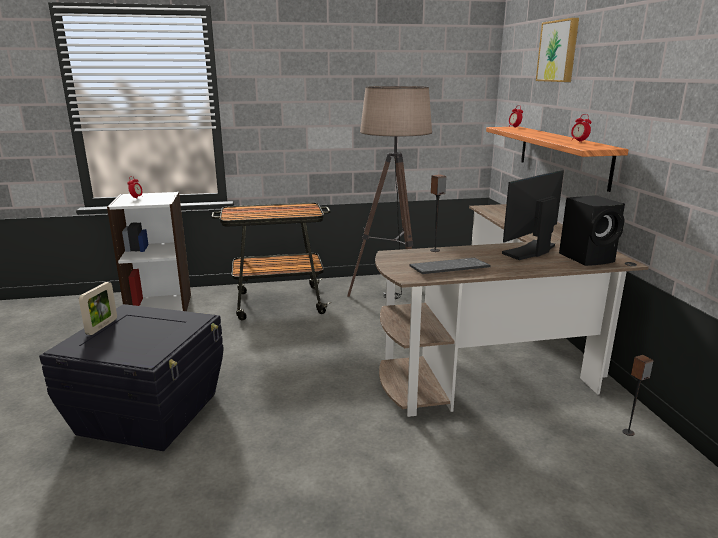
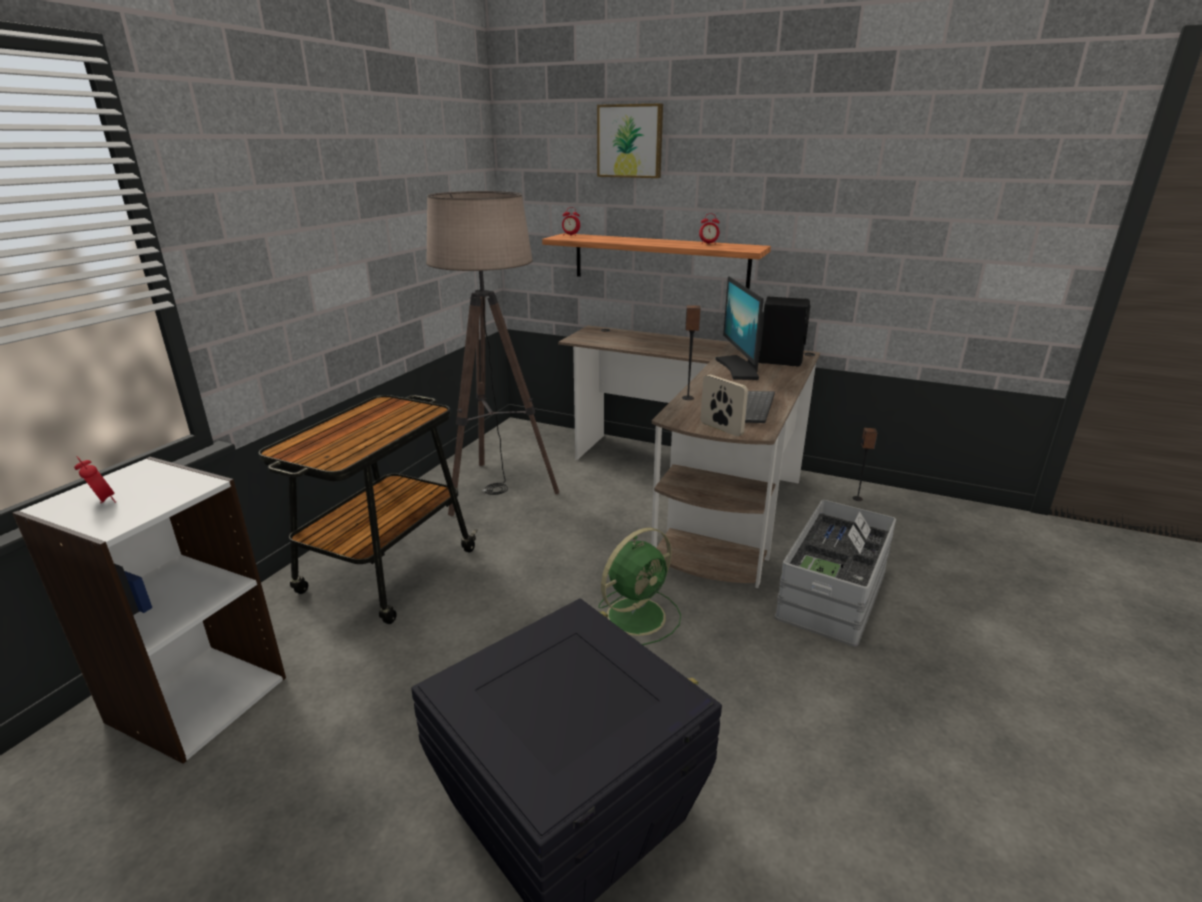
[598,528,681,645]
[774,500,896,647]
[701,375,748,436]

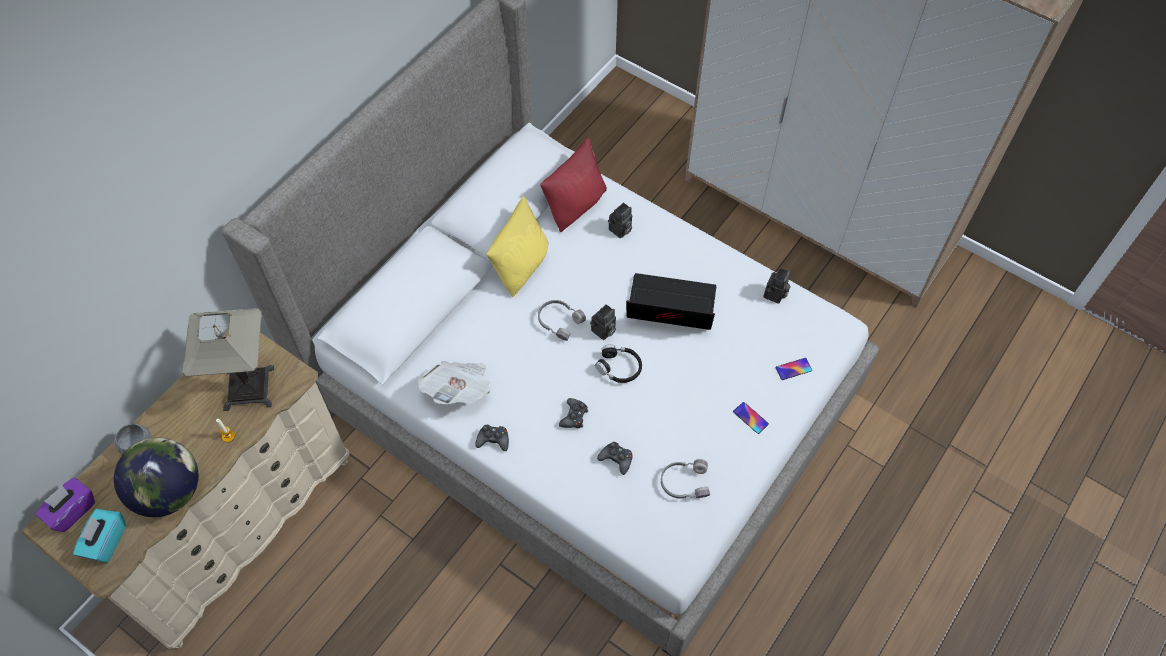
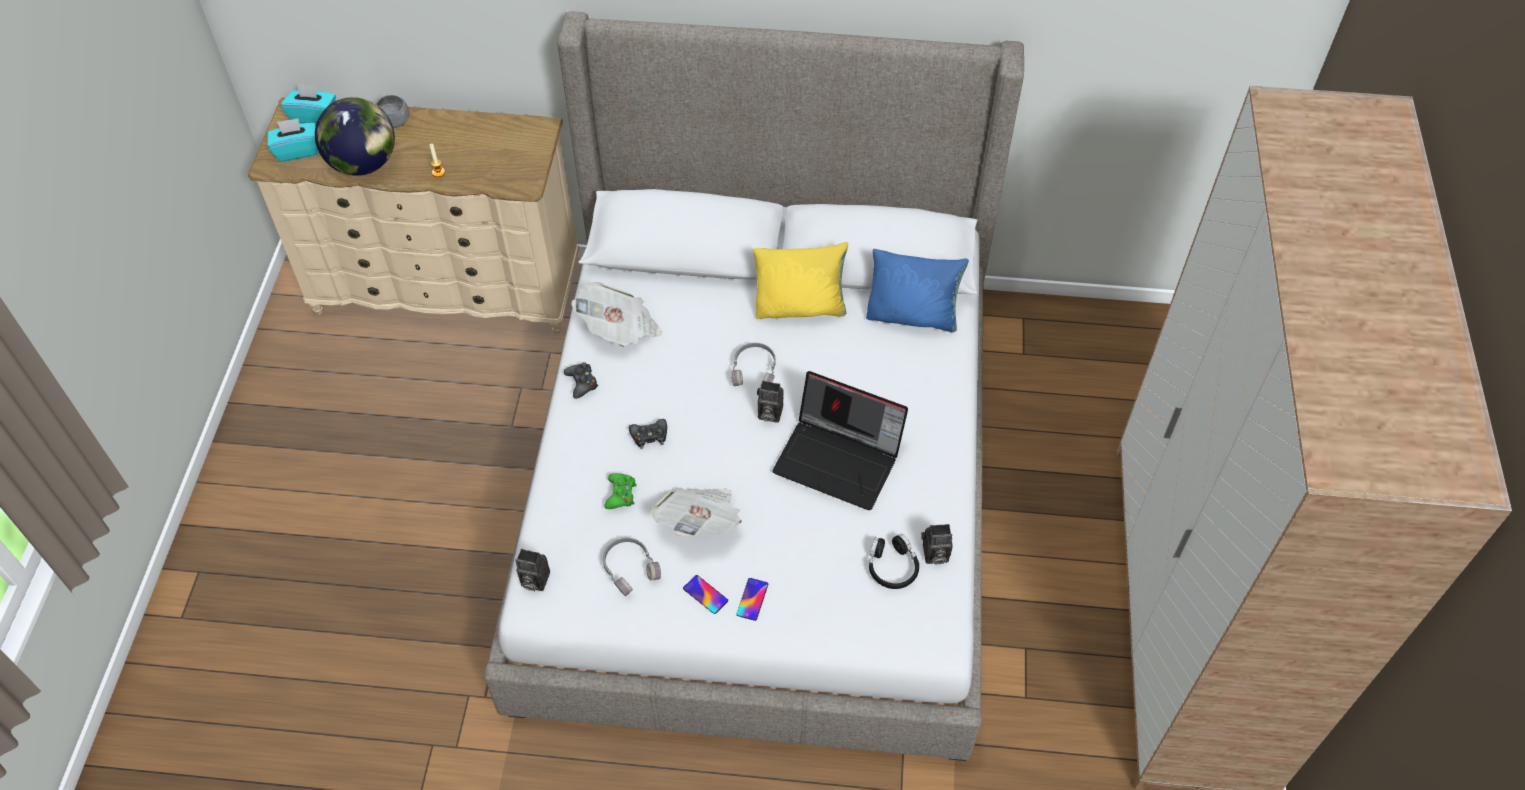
[183,308,274,411] (first image)
[651,487,741,537]
[869,534,919,589]
[515,549,550,591]
[683,575,728,614]
[281,84,336,124]
[866,249,969,333]
[604,473,637,509]
[772,371,908,510]

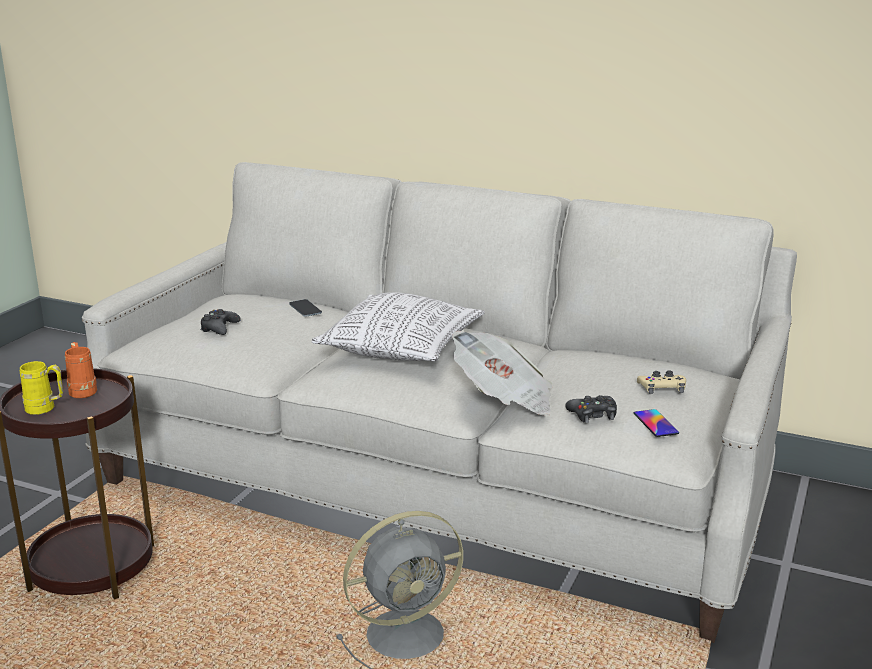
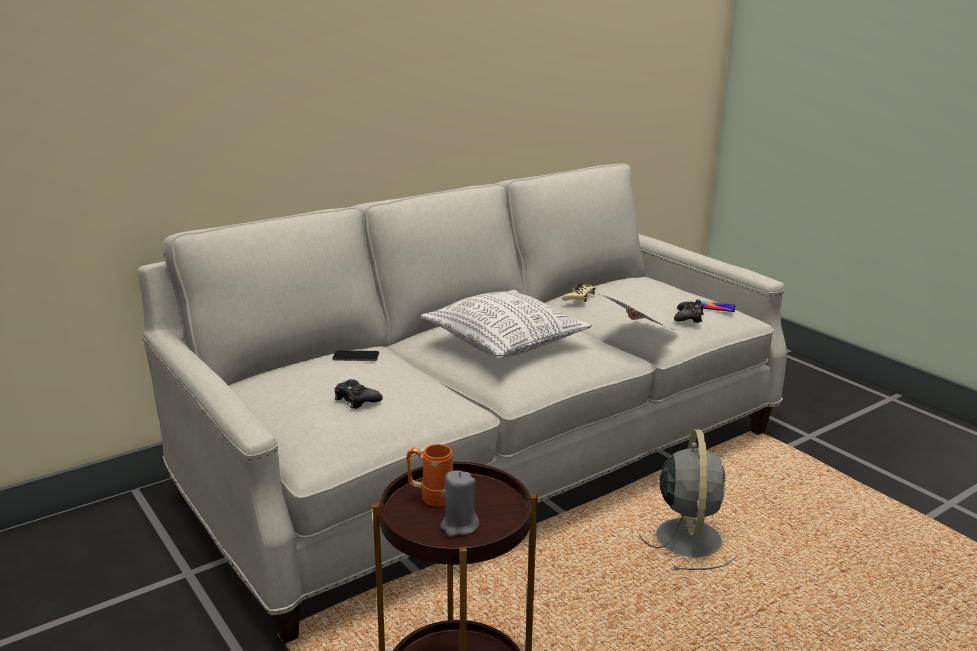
[562,283,595,302]
[440,470,479,537]

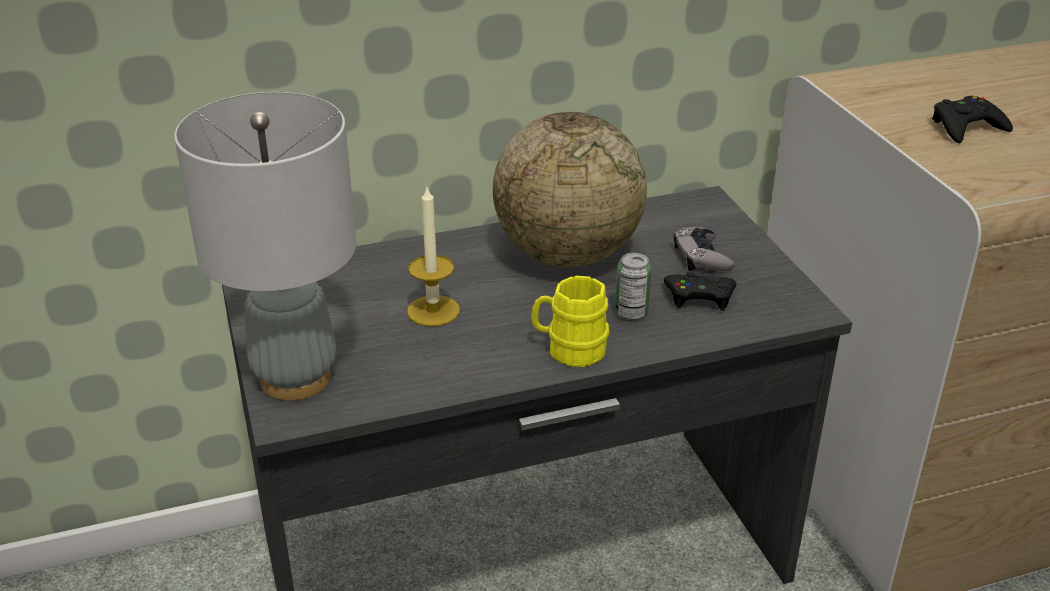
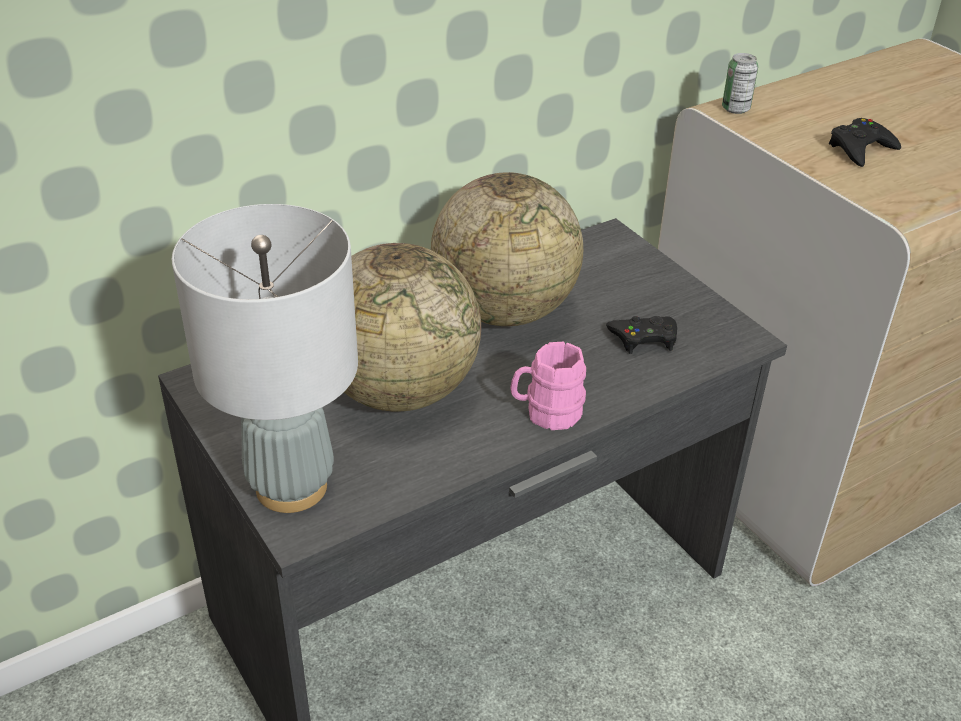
[674,227,735,271] (first image)
[722,53,758,114]
[344,243,481,412]
[510,342,586,430]

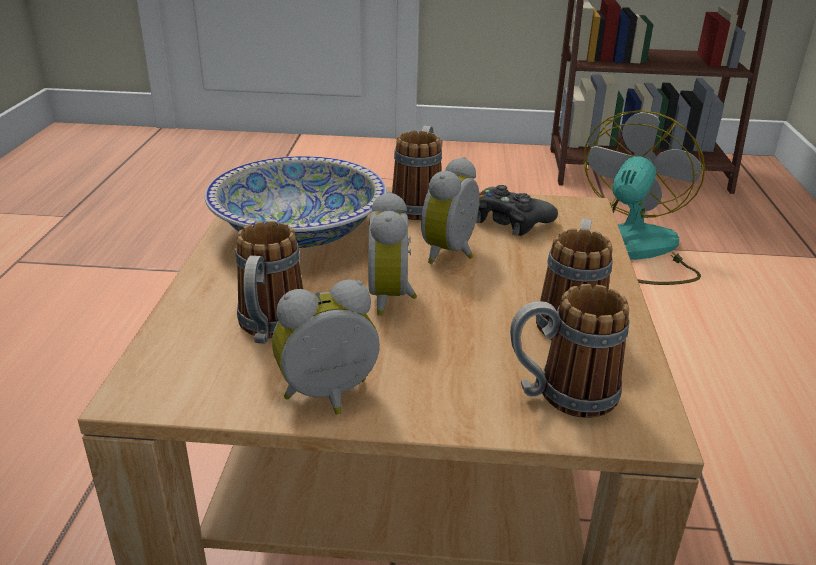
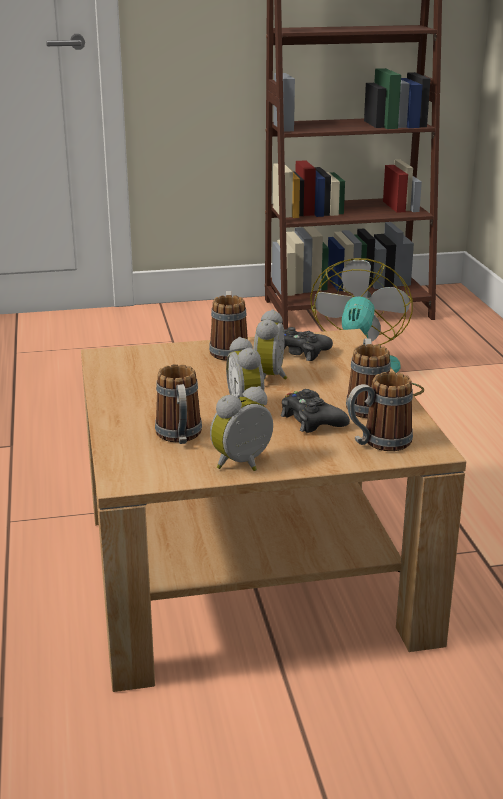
[205,156,387,248] (first image)
[281,389,350,433]

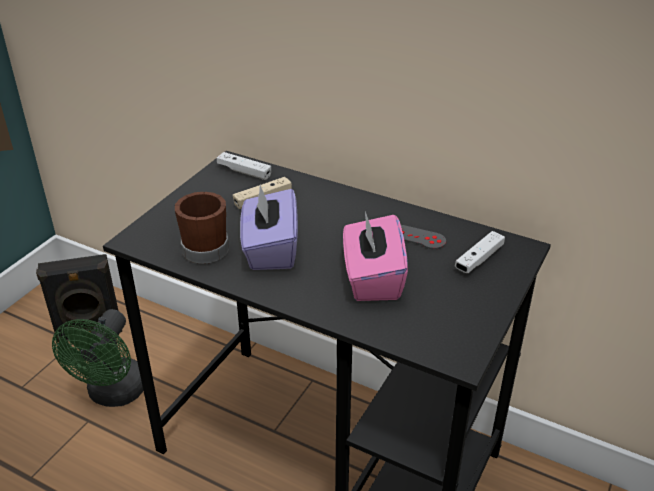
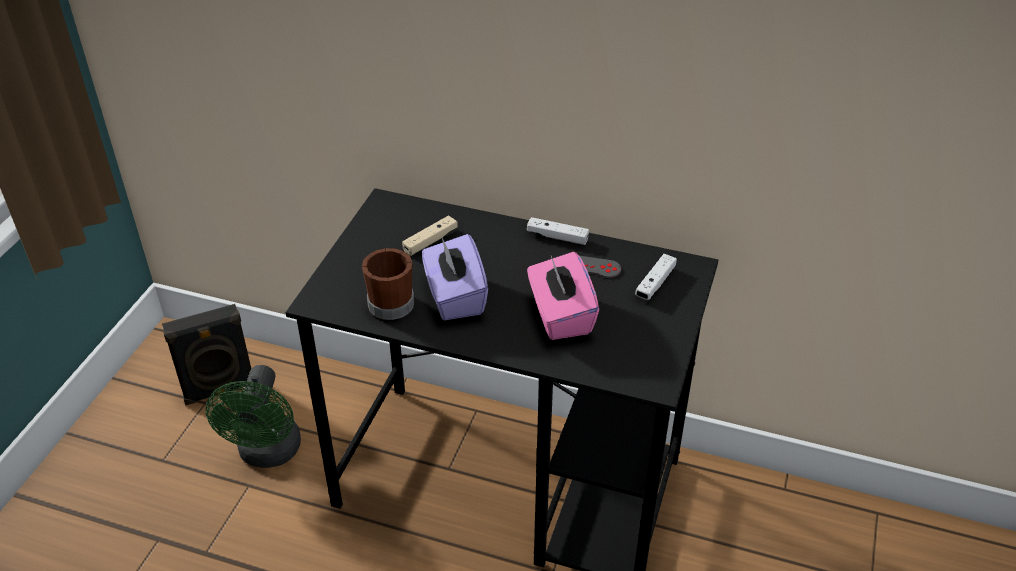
[527,217,589,245]

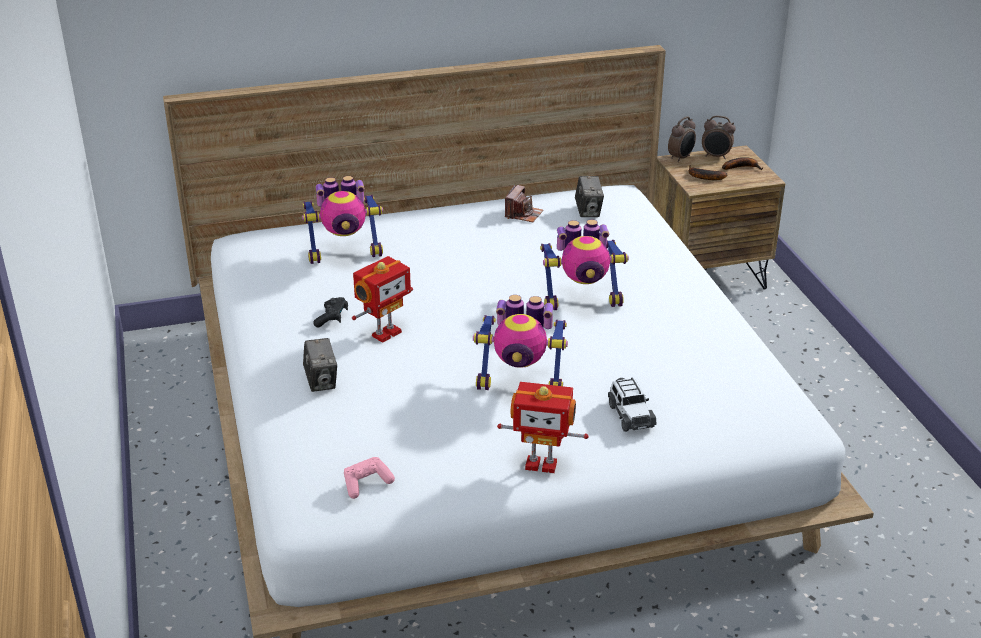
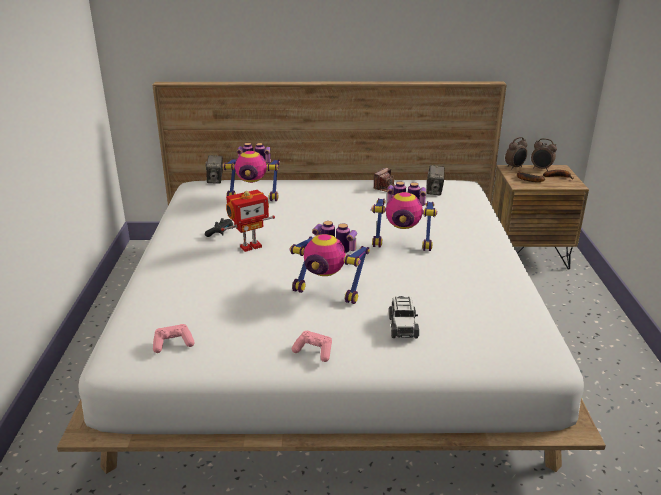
[205,155,223,184]
[292,331,332,362]

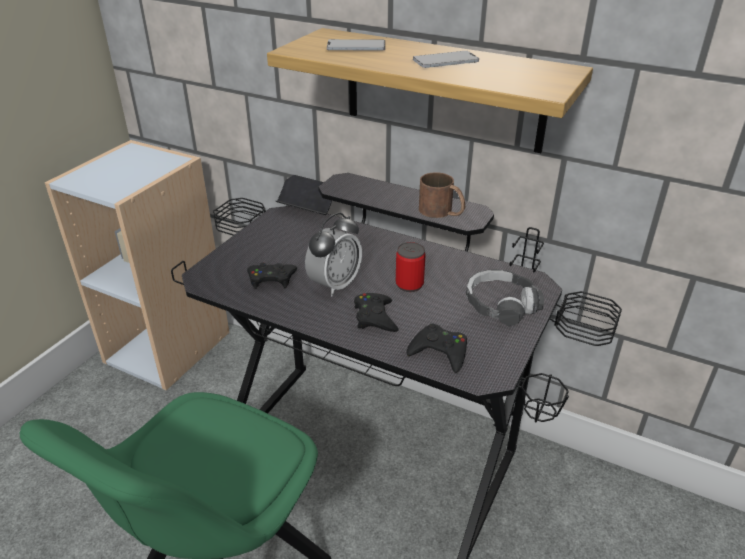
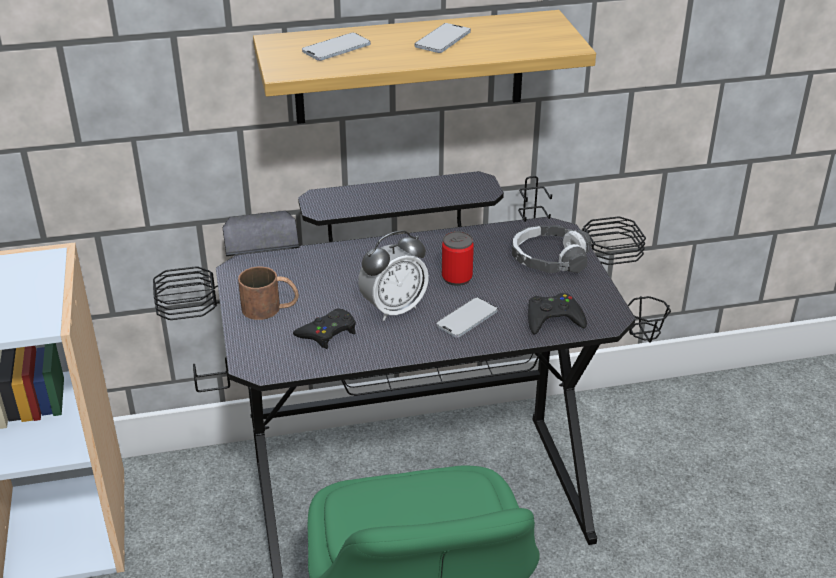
[238,267,299,320]
[436,297,498,338]
[358,231,429,321]

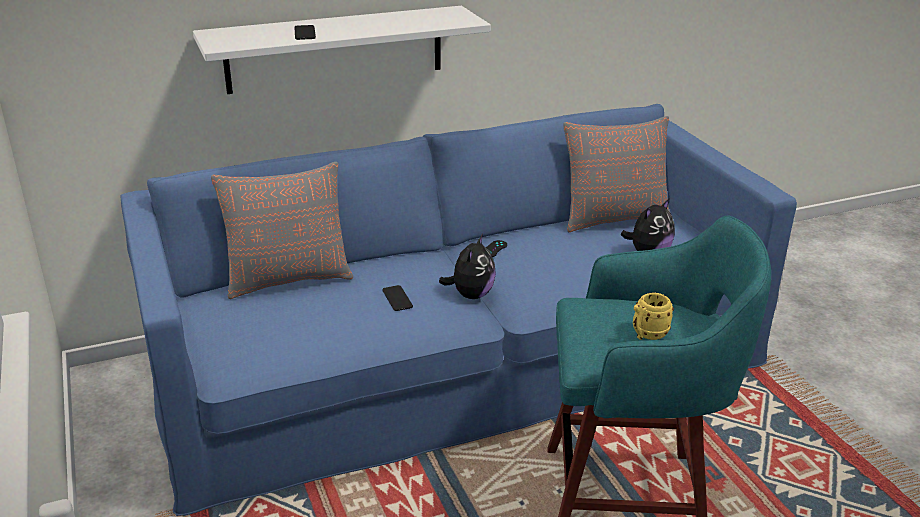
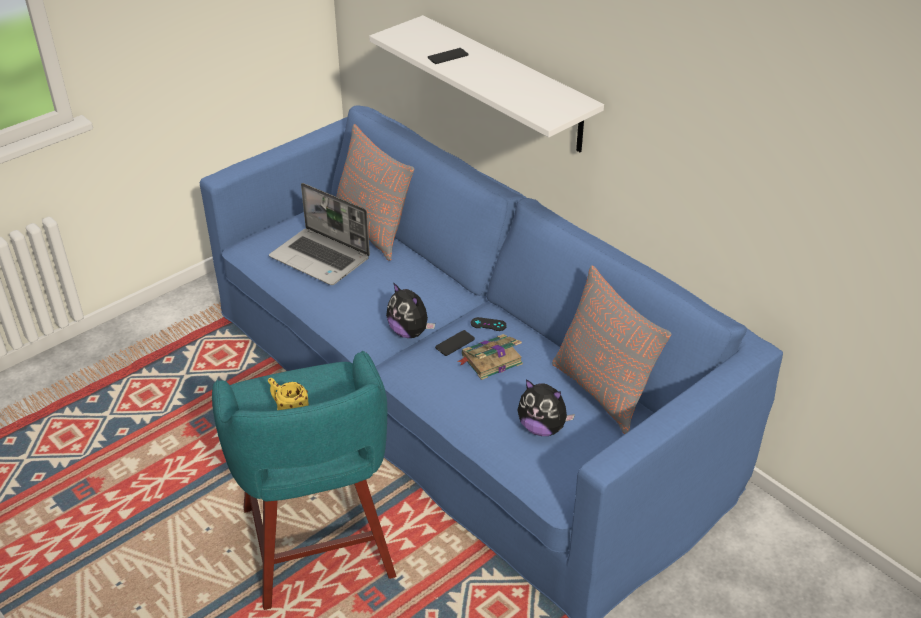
[269,183,370,285]
[457,334,523,380]
[435,330,475,356]
[386,282,435,338]

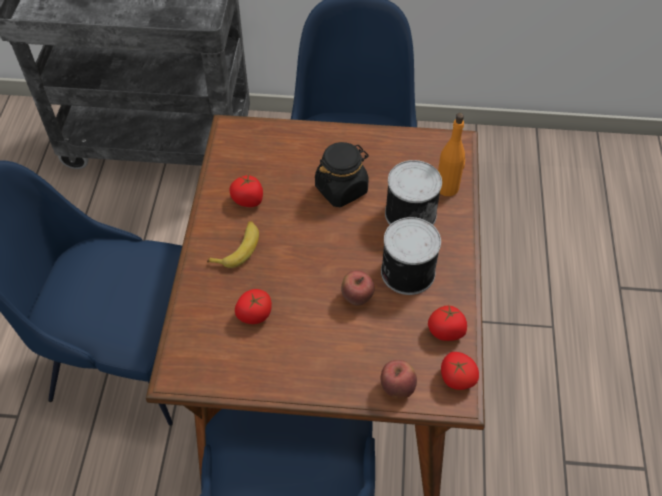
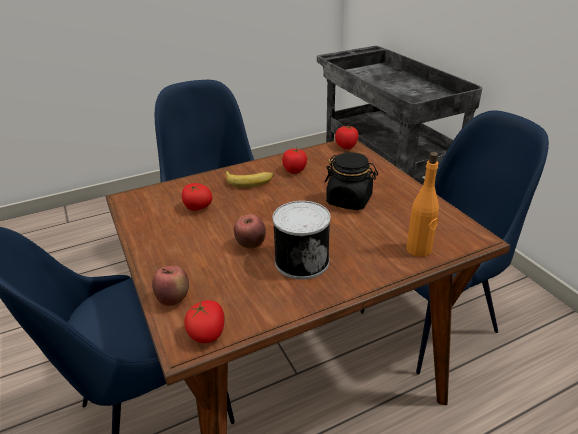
[385,160,442,225] (first image)
[335,126,358,149]

